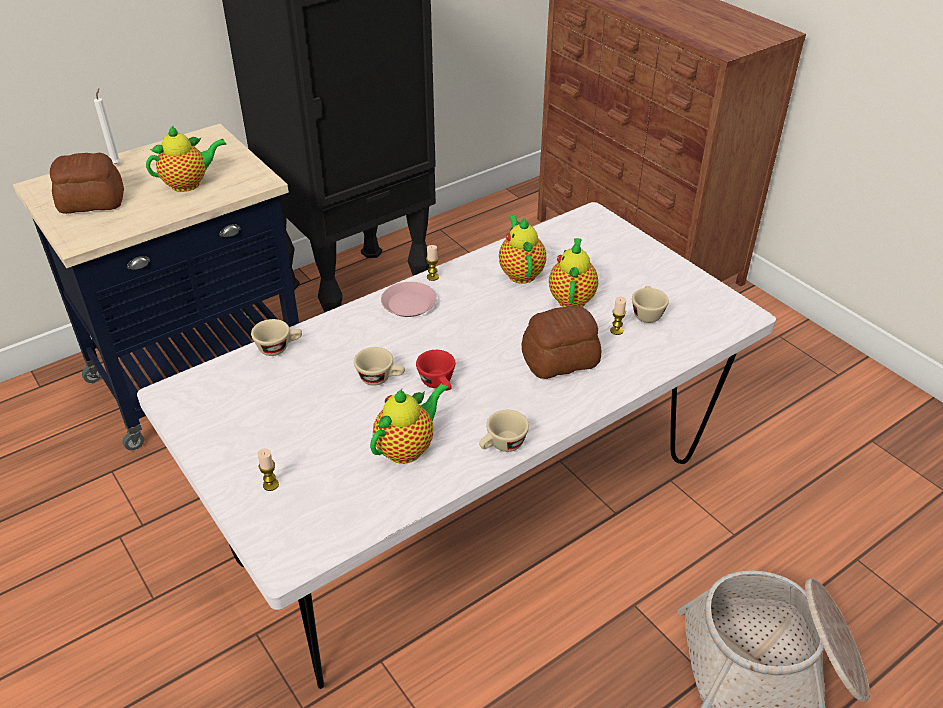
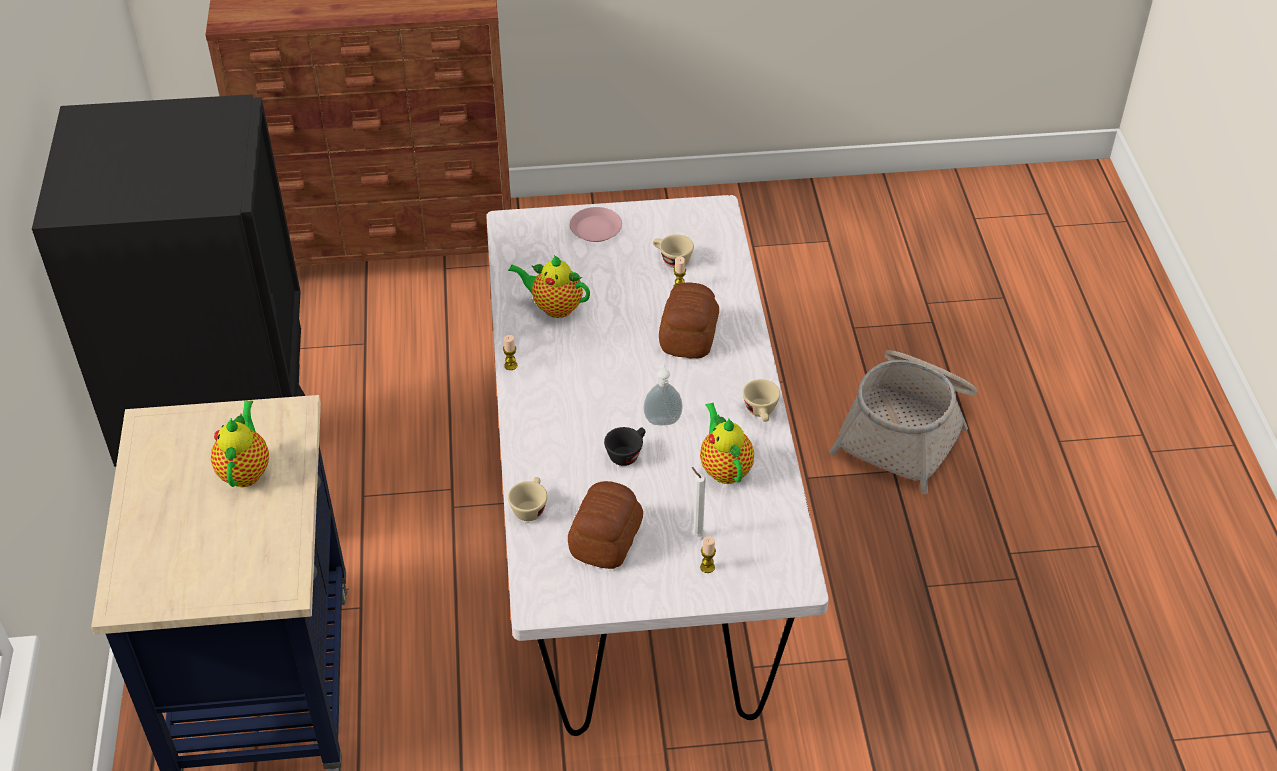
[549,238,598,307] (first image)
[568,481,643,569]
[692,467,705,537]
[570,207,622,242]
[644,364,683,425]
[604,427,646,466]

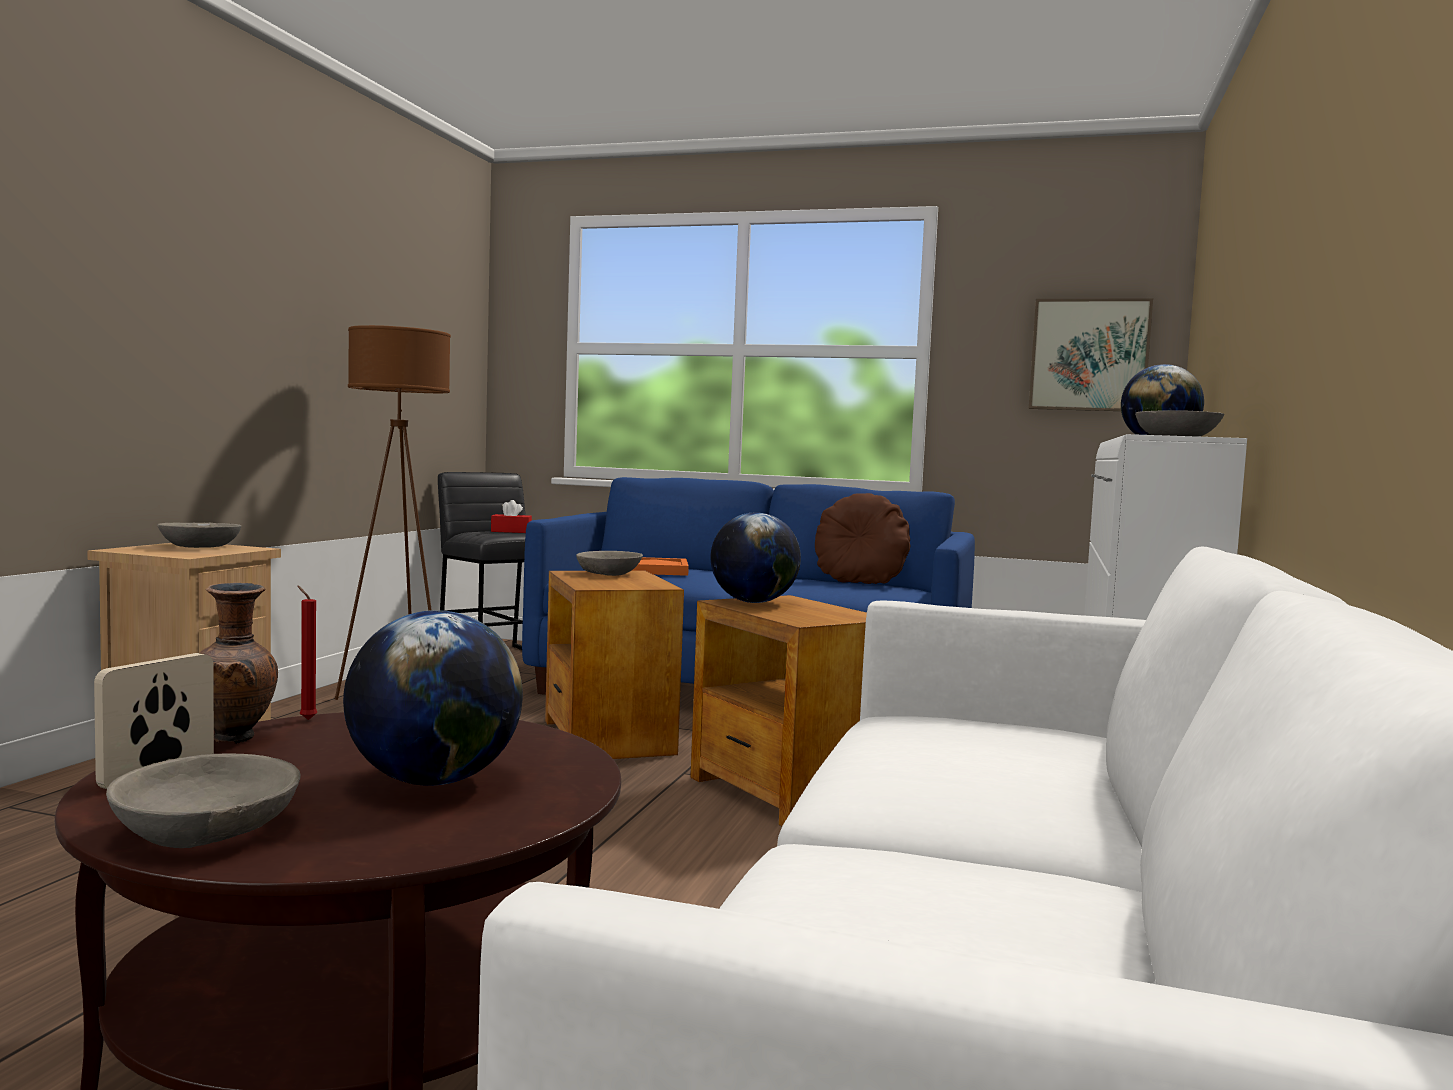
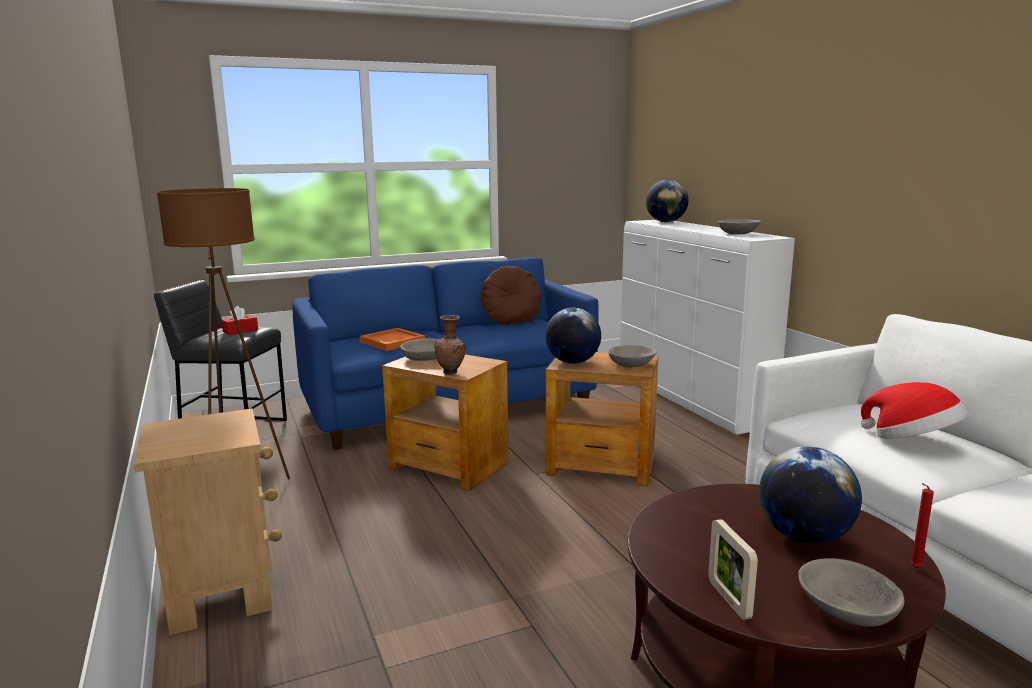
[1029,299,1153,411] (first image)
[861,382,968,439]
[608,345,657,368]
[434,315,466,375]
[910,483,934,568]

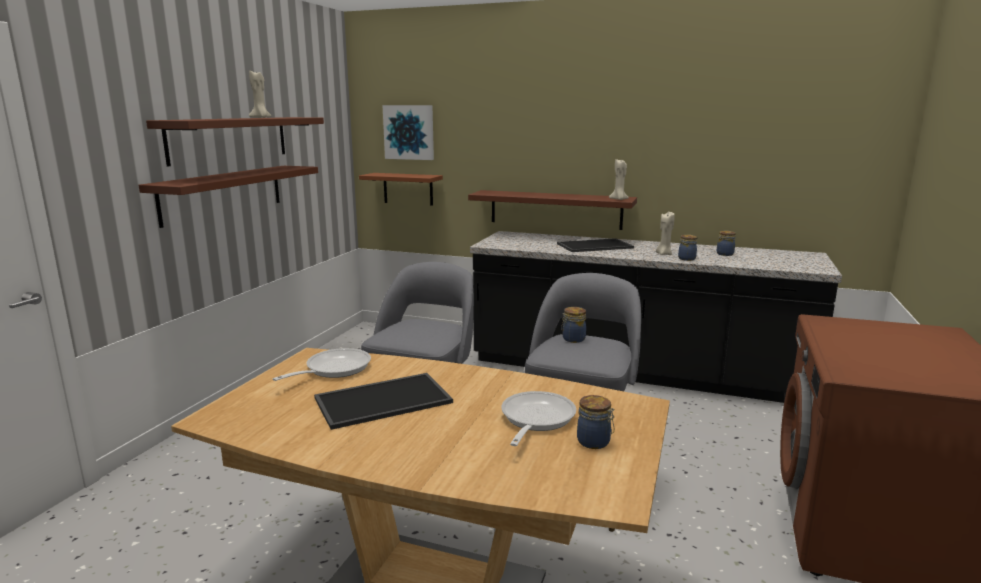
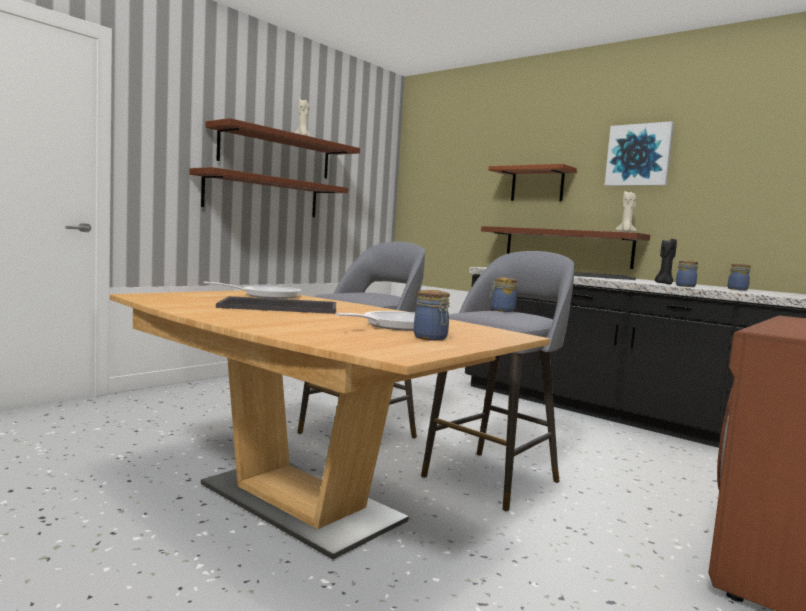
[488,164,577,201]
[605,121,674,186]
[655,239,677,284]

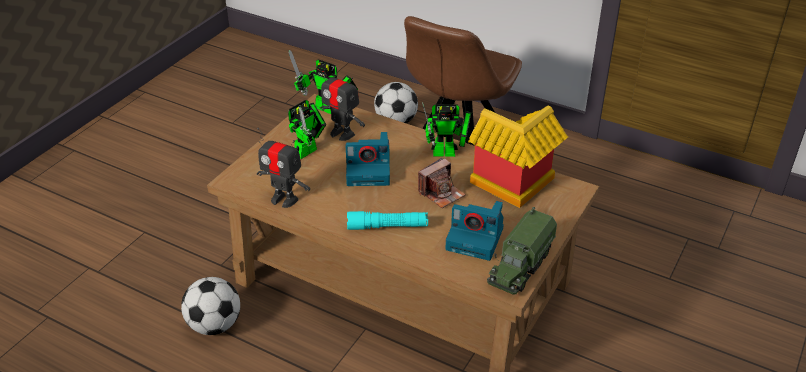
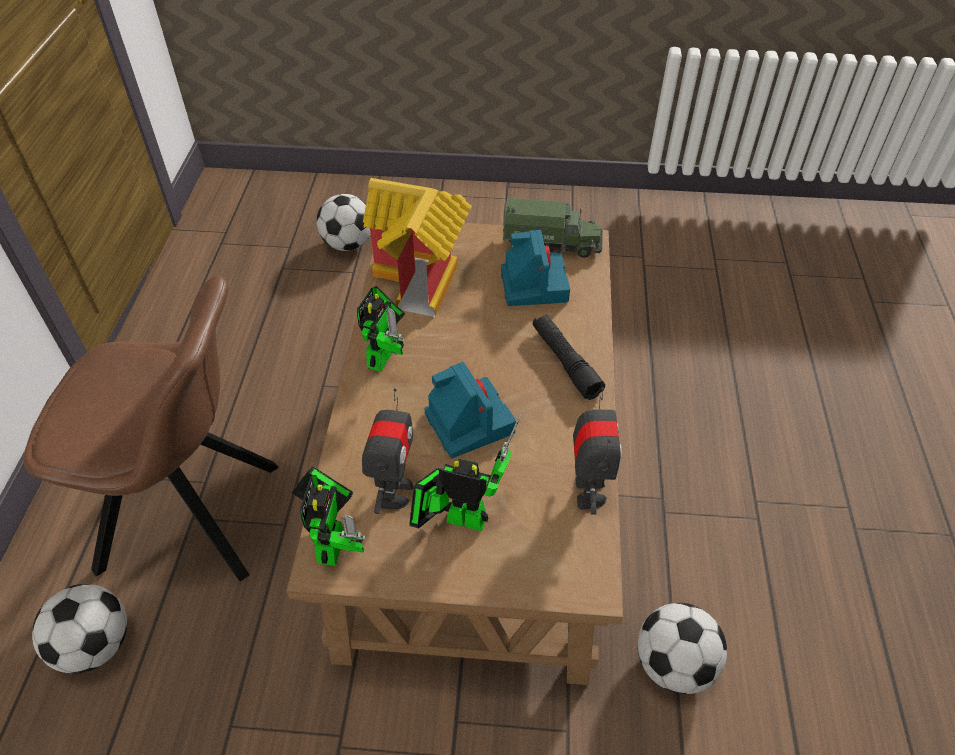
[418,157,466,208] (first image)
[317,194,371,251]
[533,314,605,400]
[357,286,405,372]

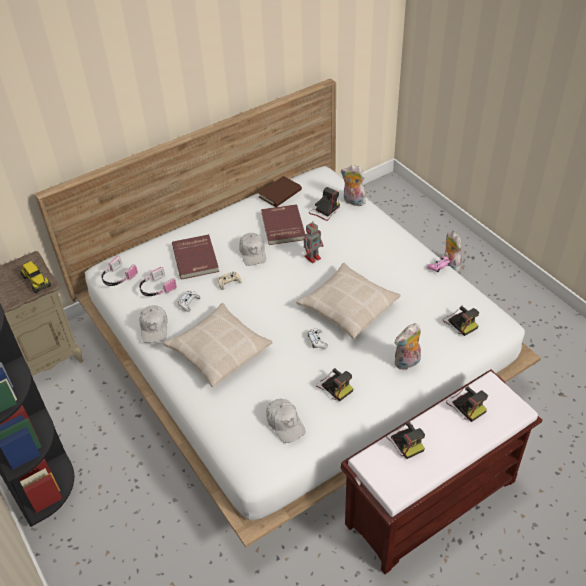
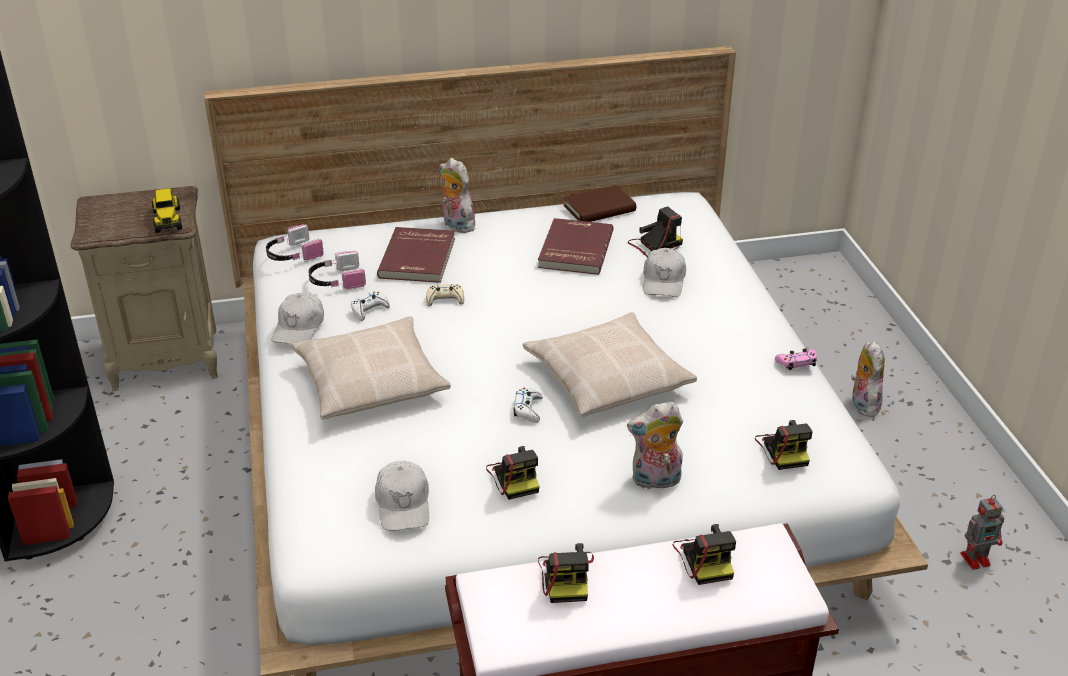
[643,248,686,297]
[960,495,1004,570]
[439,158,476,233]

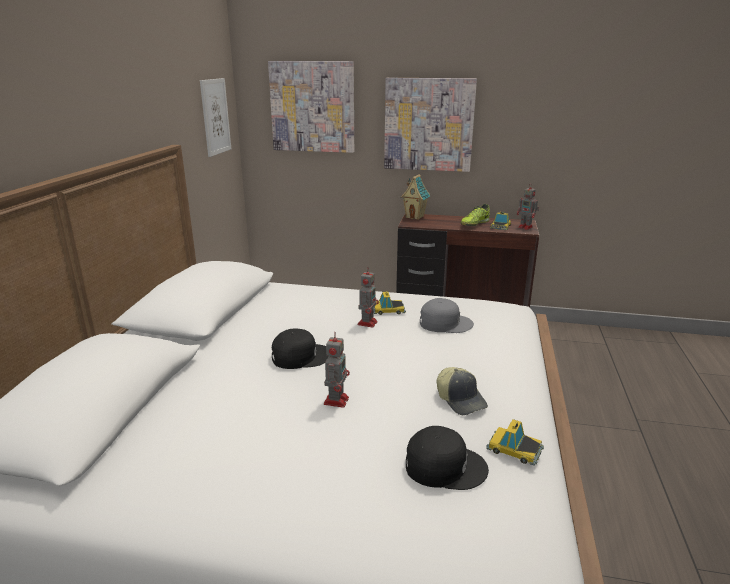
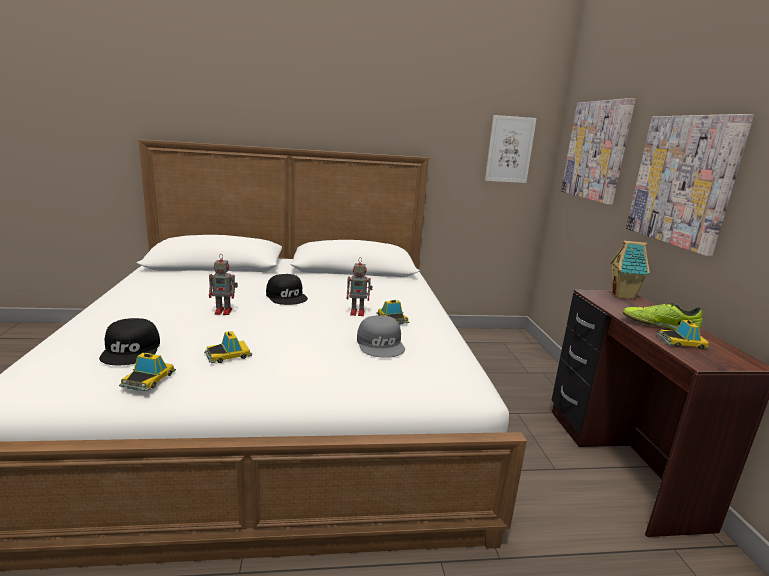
[517,183,539,230] (first image)
[204,331,252,363]

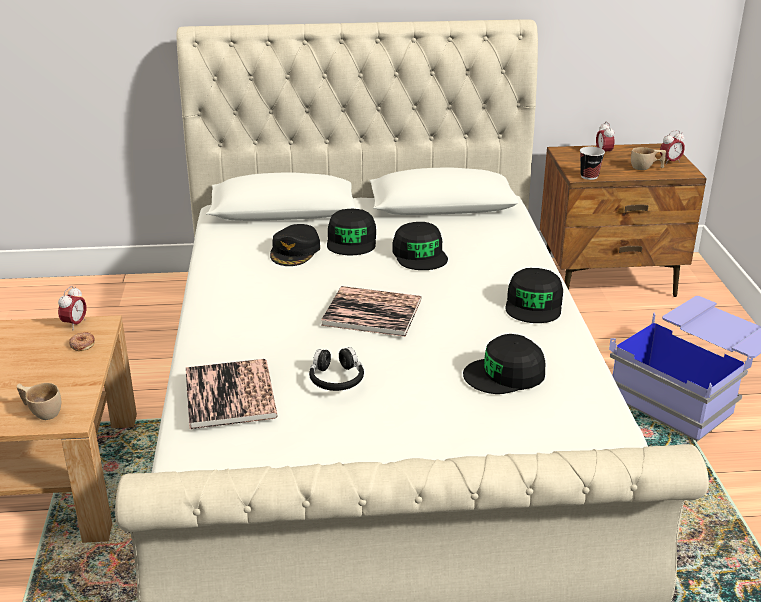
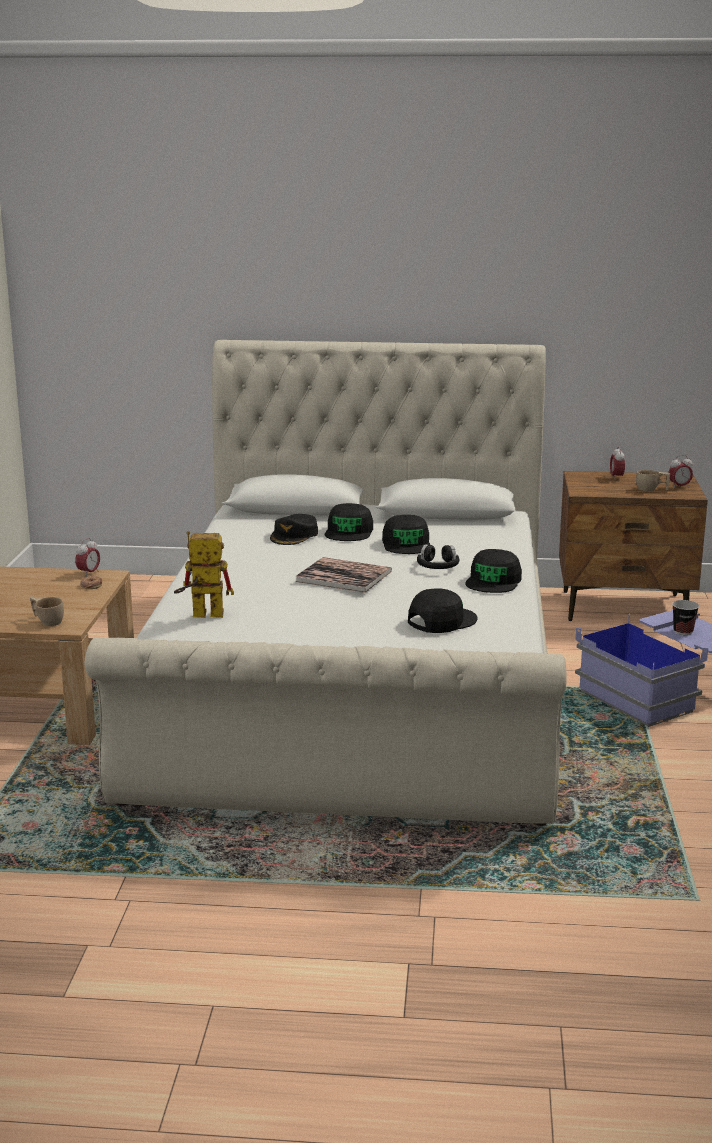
[417,544,459,569]
[672,600,699,635]
[174,531,234,618]
[408,588,477,633]

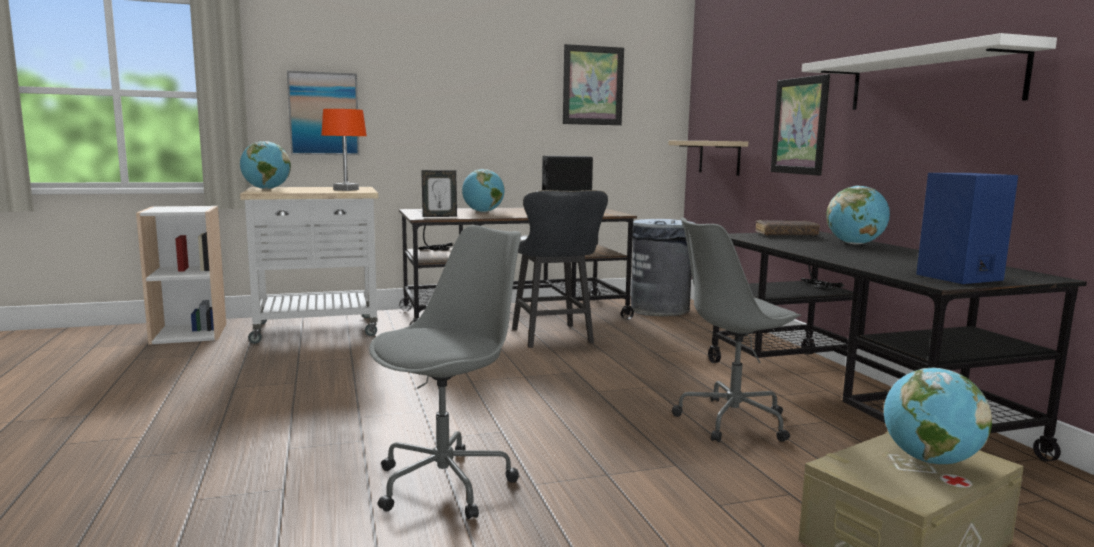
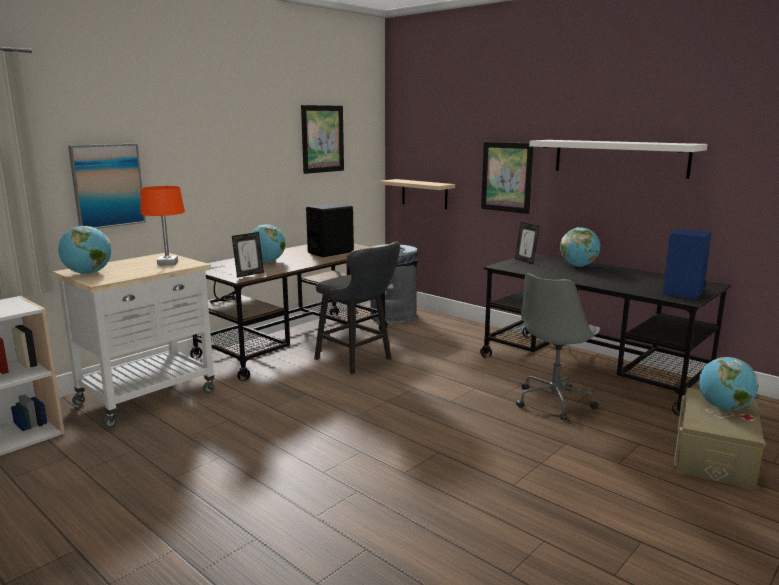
[369,225,521,519] (first image)
[515,222,540,264]

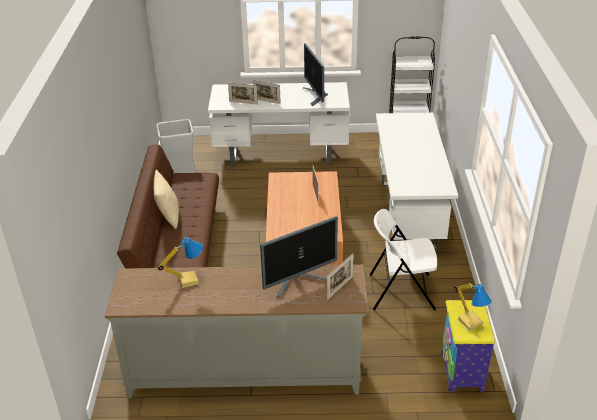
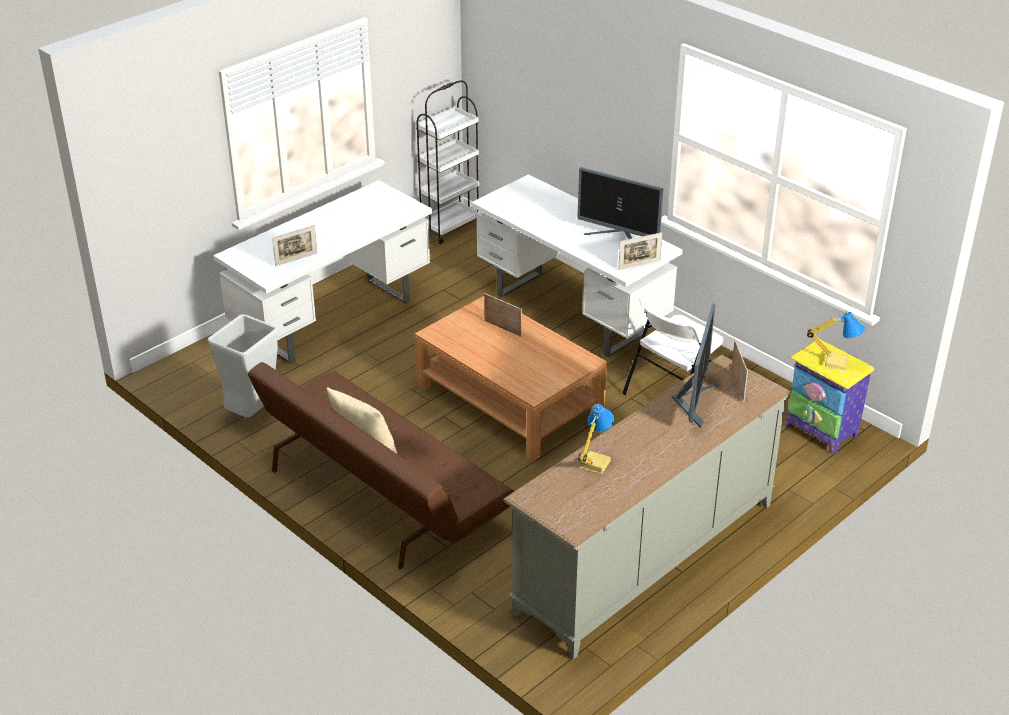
[618,232,662,270]
[577,167,664,239]

